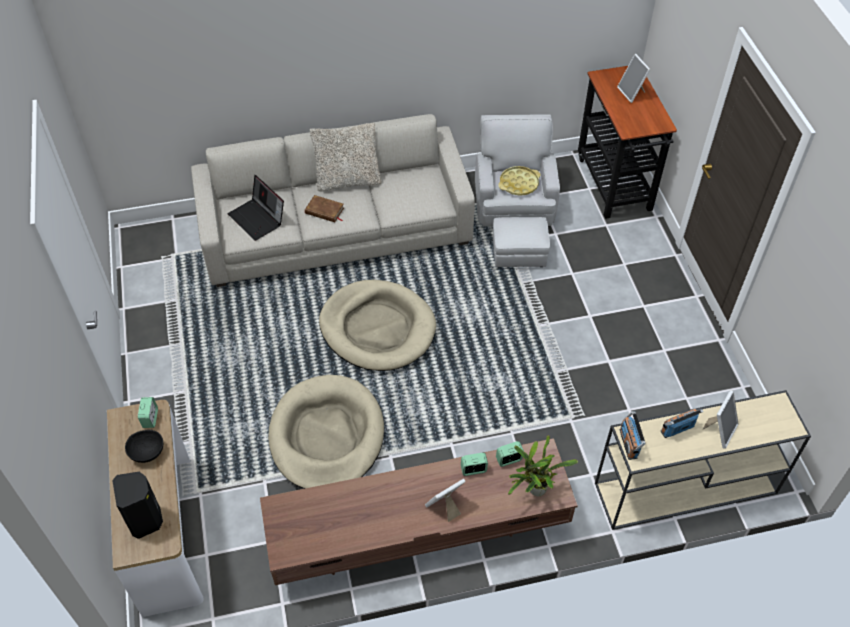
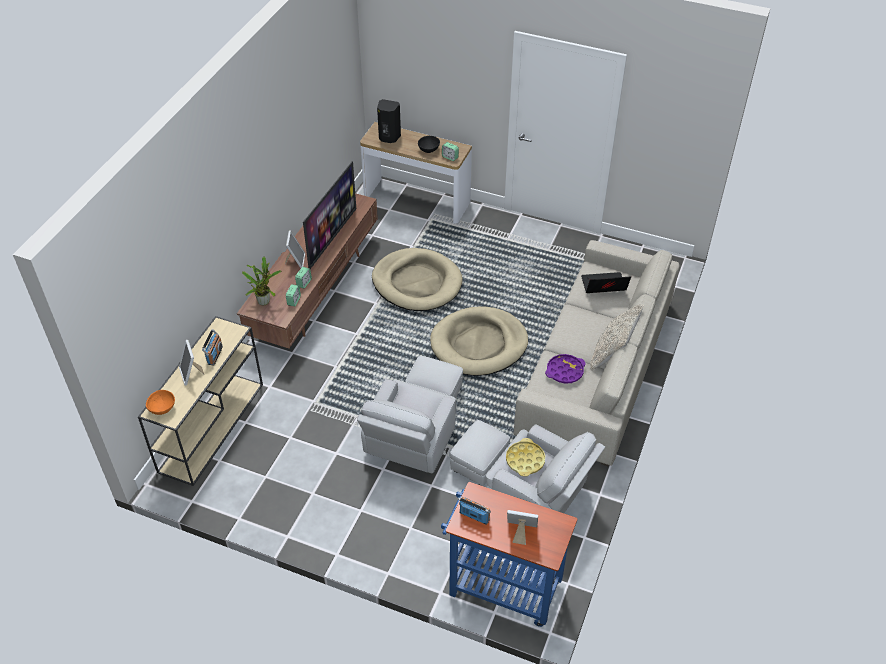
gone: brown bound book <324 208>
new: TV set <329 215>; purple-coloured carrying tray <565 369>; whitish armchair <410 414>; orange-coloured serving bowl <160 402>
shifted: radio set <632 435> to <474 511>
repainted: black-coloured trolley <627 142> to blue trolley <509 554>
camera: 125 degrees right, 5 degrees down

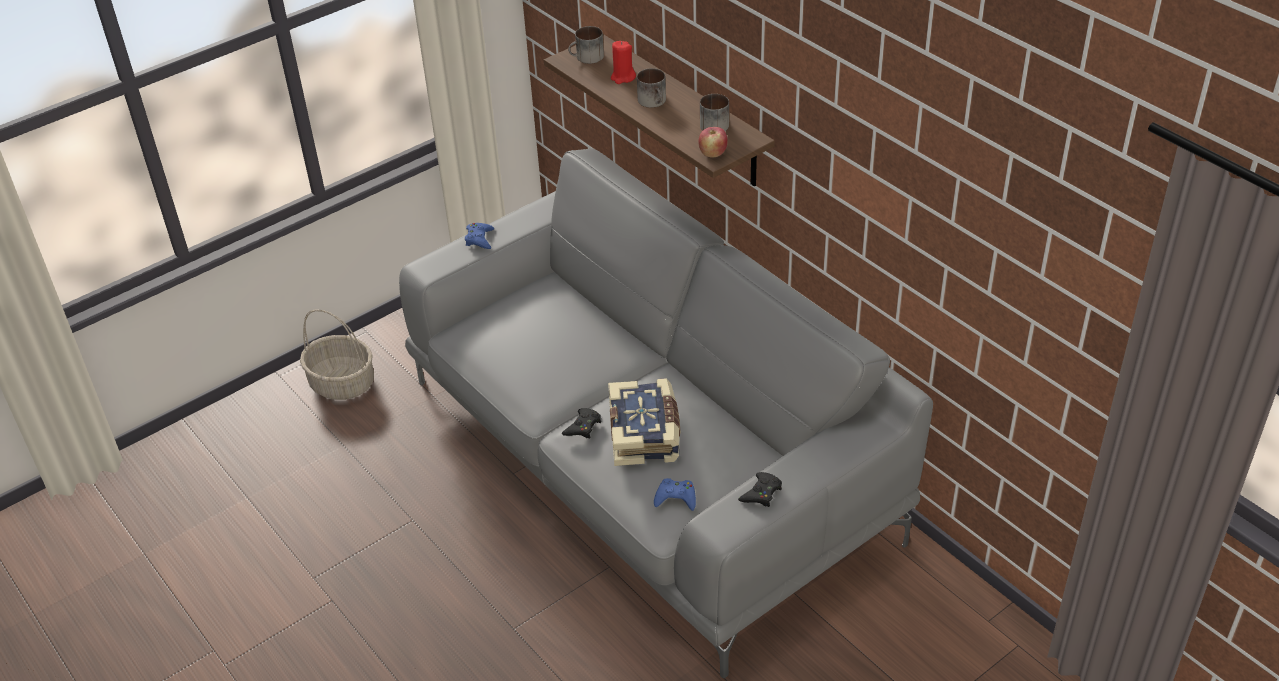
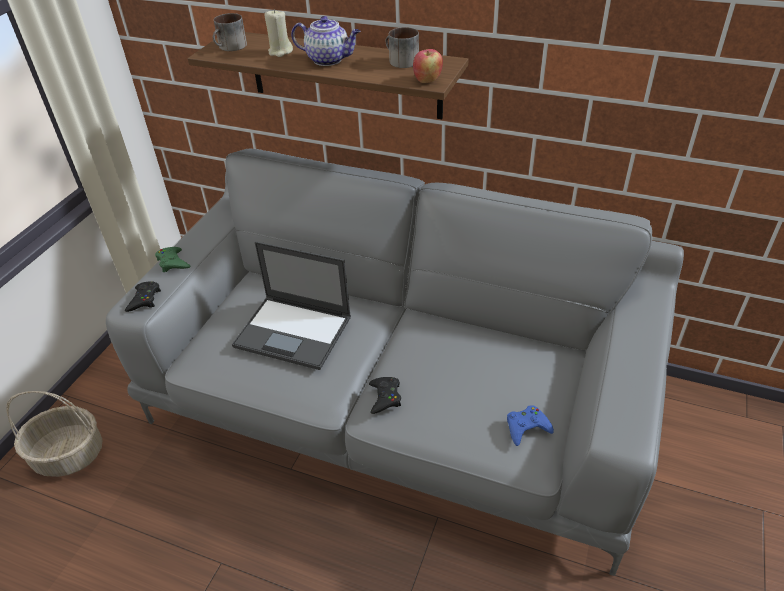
gone: bound book <644 422>
new: notebook computer <291 305>
shifted: black-coloured gamepad <760 489> to <143 297>
swapped: mug <651 88> to tea pot <325 41>
repainted: reddish wax candle <623 62> to sand-coloured wax candle <279 33>; blue gamepad <479 236> to greenish gamepad <173 259>
camera: 30 degrees left, 0 degrees up

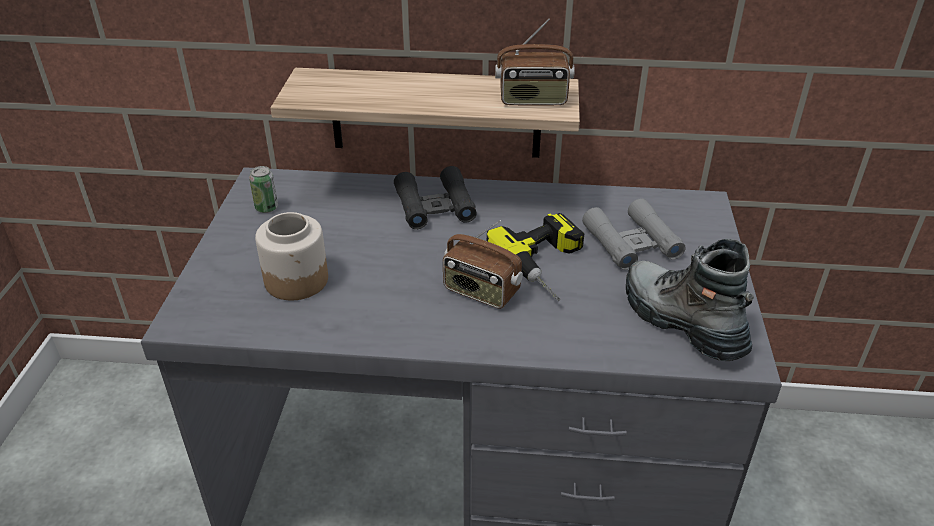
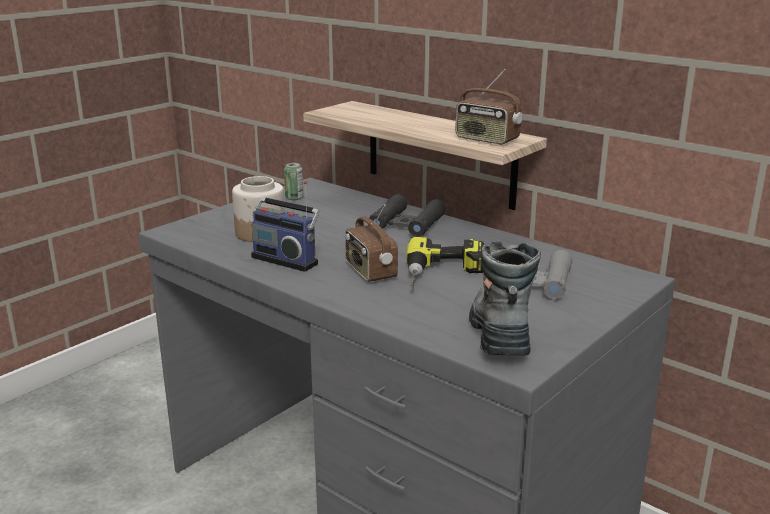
new: radio set <285 226>
camera: 35 degrees right, 15 degrees down

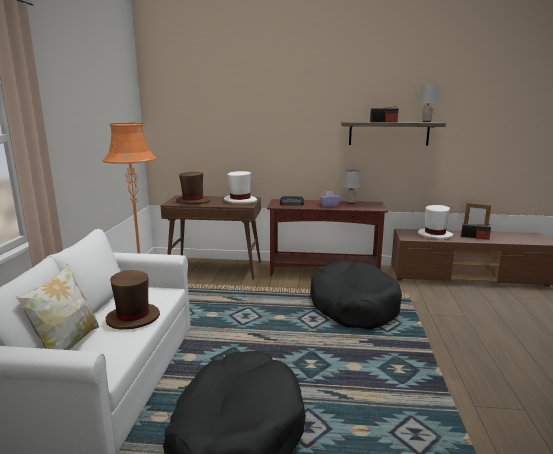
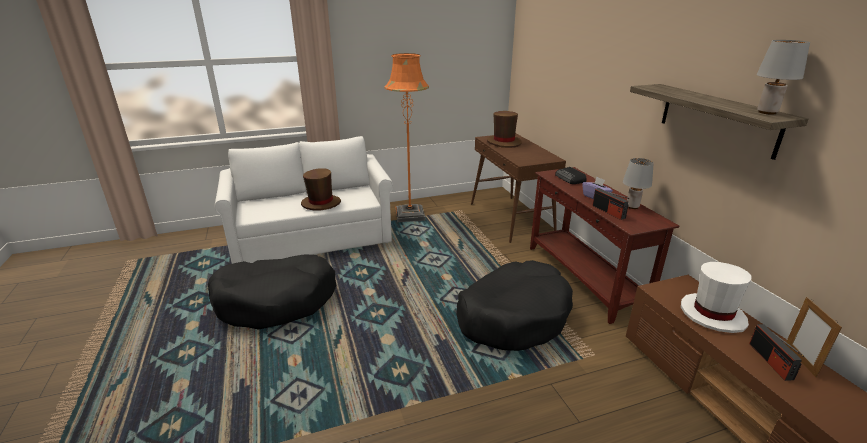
gone: whitish hat <240 187>; cushion <57 307>
shifted: radio set <384 114> to <610 204>
camera: 65 degrees right, 10 degrees up

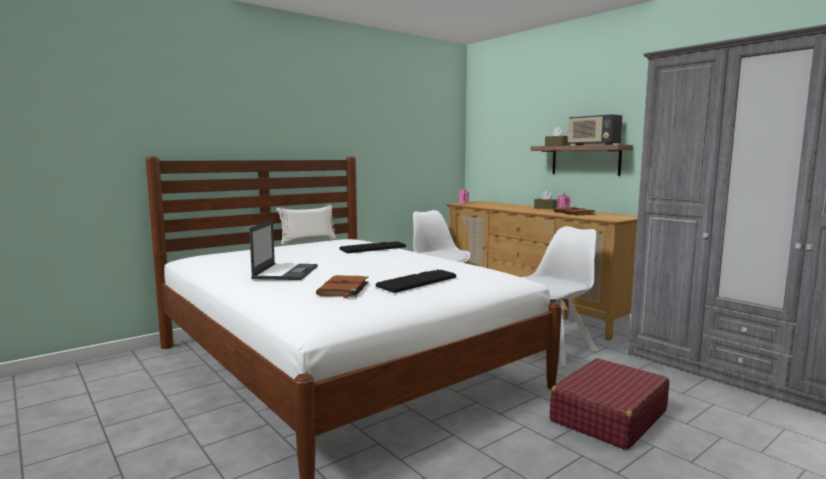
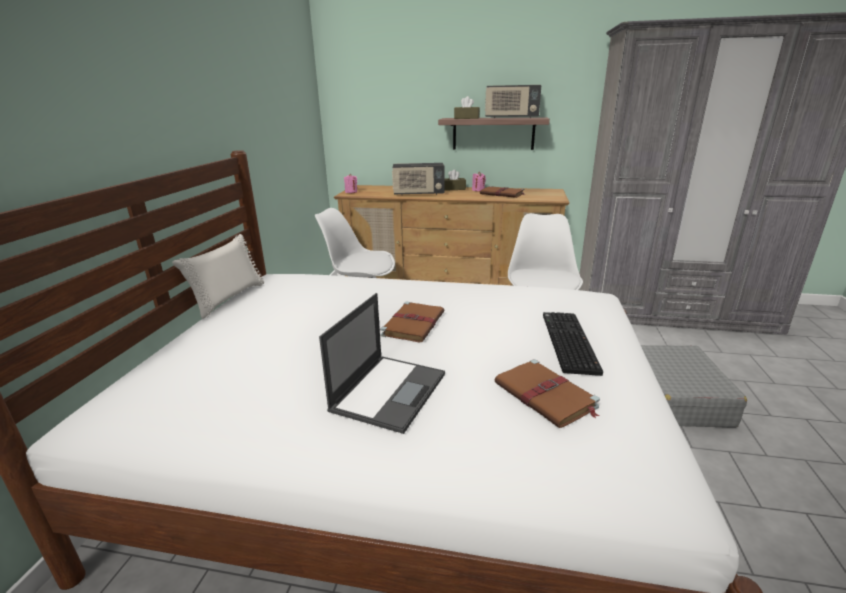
gone: computer keyboard <373 247>
new: radio set <418 179>; brown bound book <412 321>
repainted: reddish suitcase <609 404> to greyish suitcase <694 386>
rotated: notebook computer <283 250> = <382 363> 60 degrees clockwise
camera: 40 degrees left, 15 degrees up

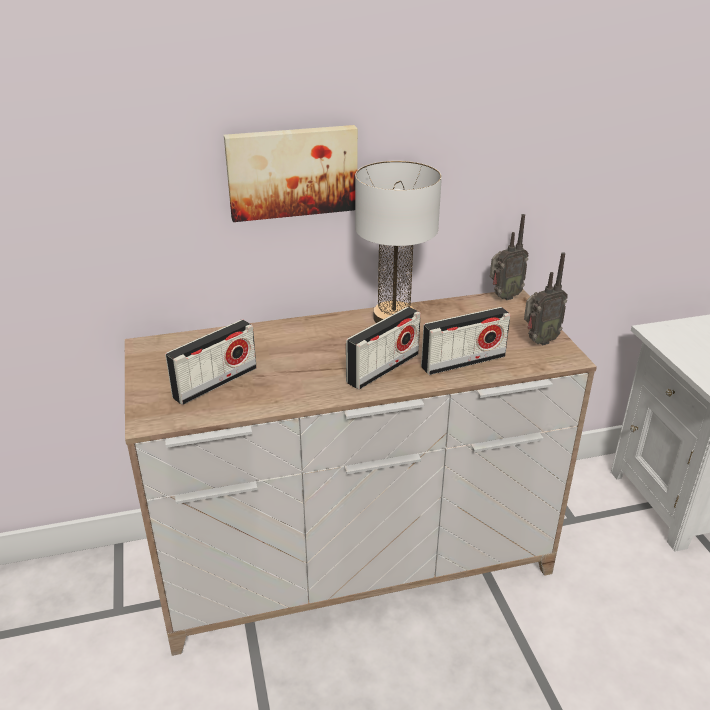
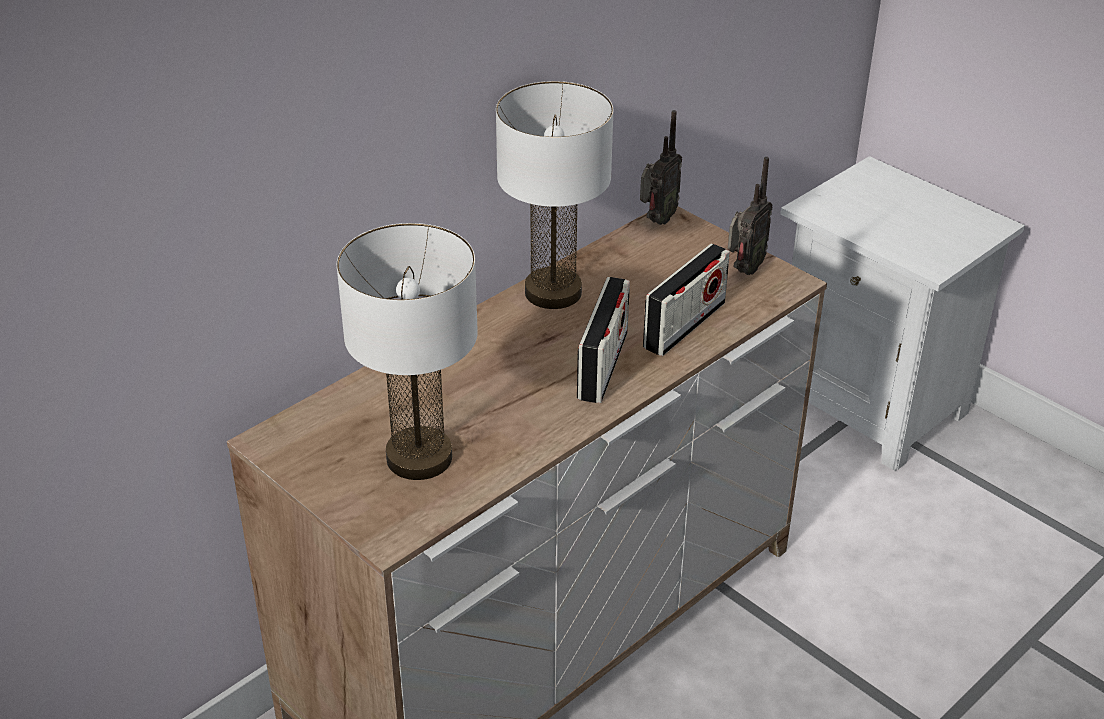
gone: wall picture <291 173>
swapped: radio set <211 362> to lamp for a table <407 351>
camera: 30 degrees left, 5 degrees up

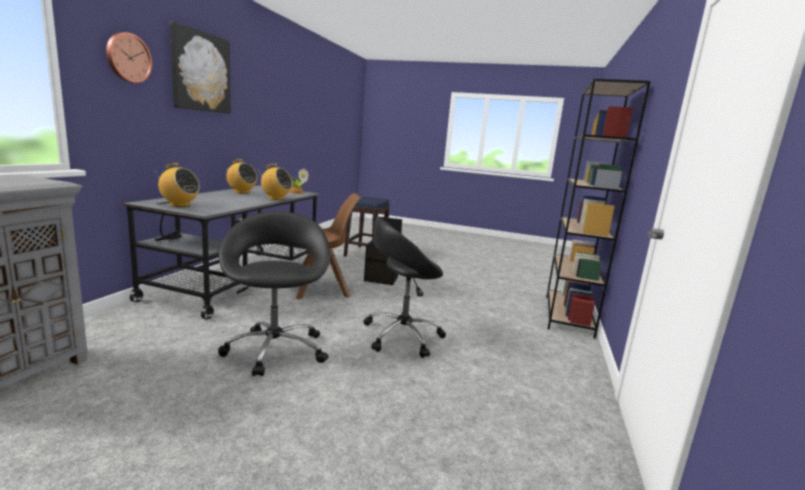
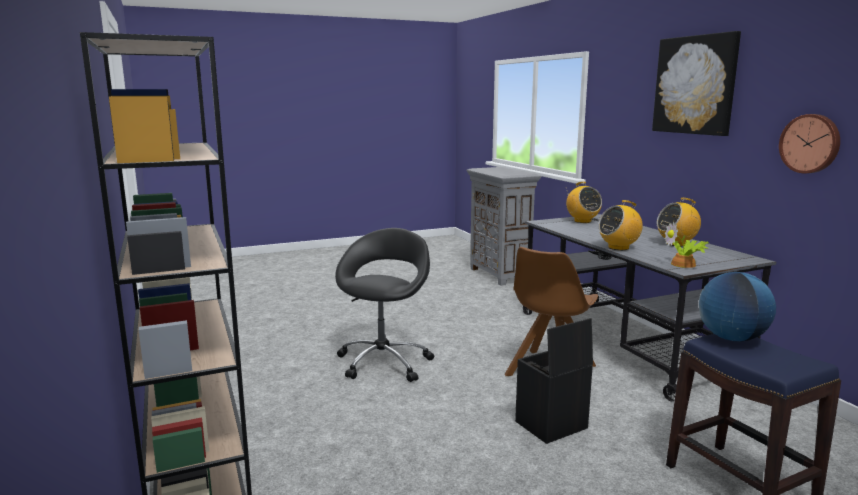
gone: black-coloured office chair <274 293>
new: globe <737 306>
shifted: hanging clock <129 57> to <809 143>
rotated: radio set <177 185> = <584 202> 90 degrees counterclockwise
camera: 140 degrees right, 0 degrees up

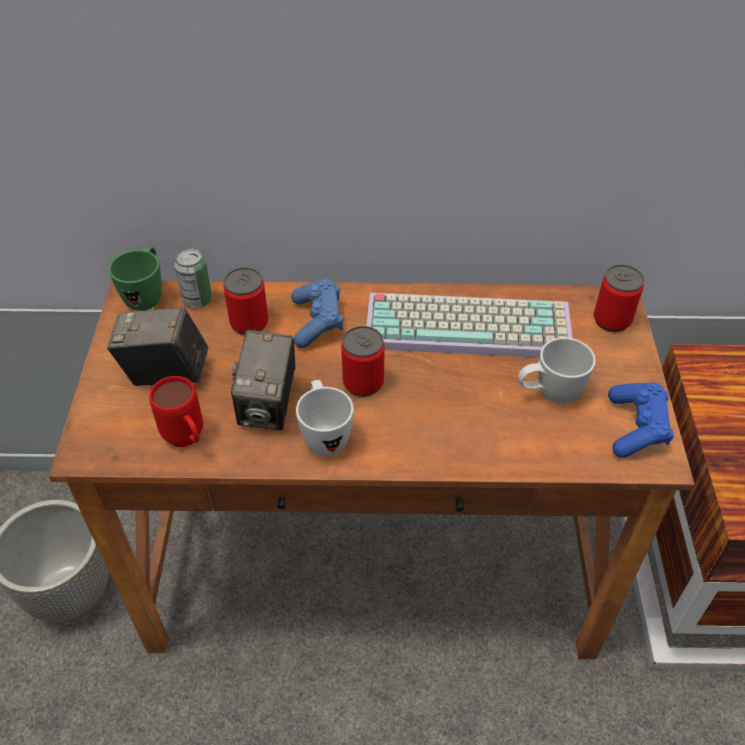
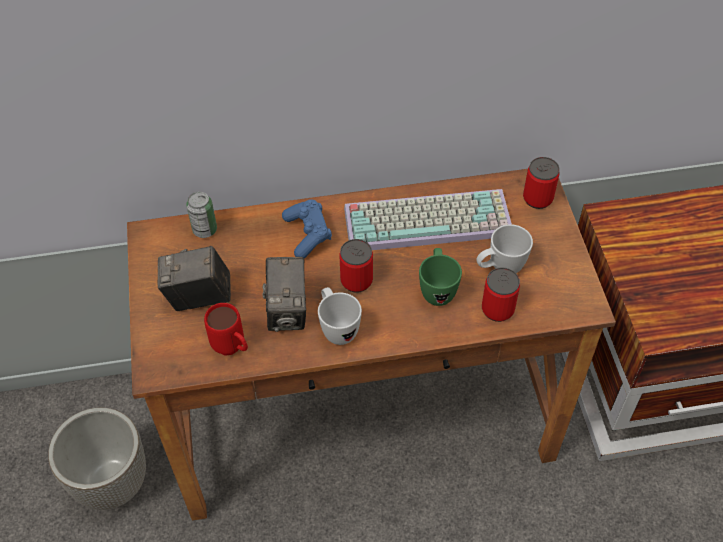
gone: blue gamepad <641 420>
shifted: greenish mug <135 278> to <440 277>; sealed can <245 301> to <501 295>
camera: 10 degrees left, 5 degrees up

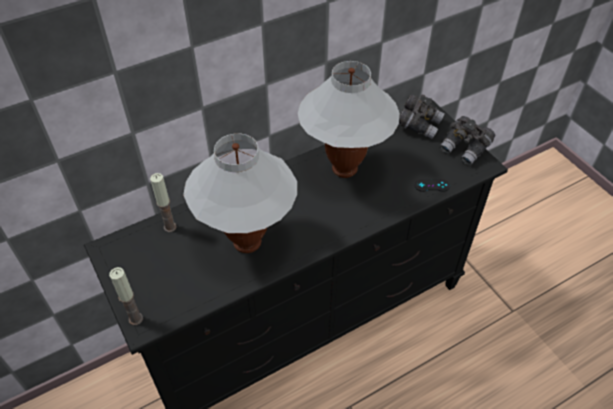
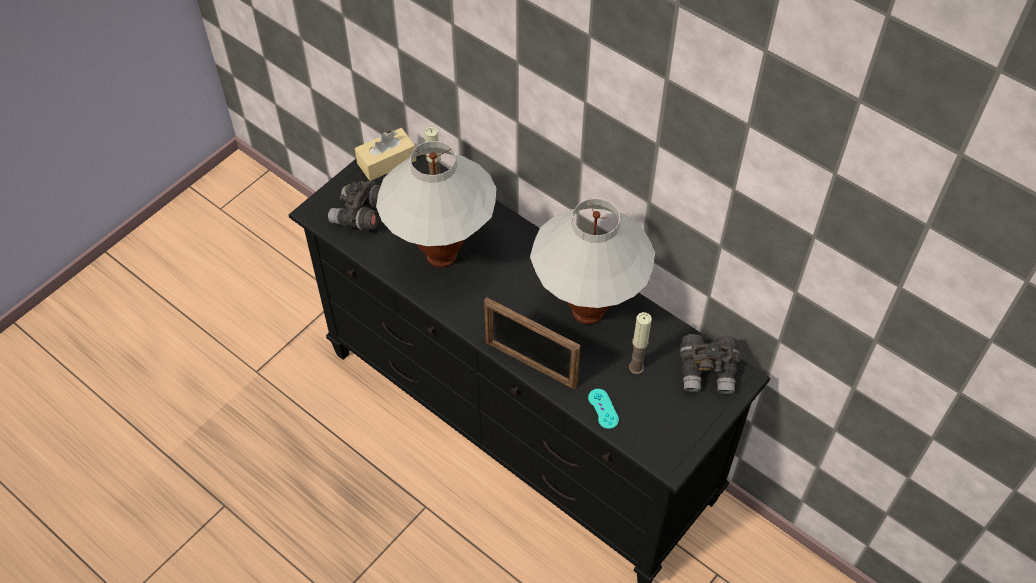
new: sand-coloured tissue box <385 154>; picture frame <532 343>
shifted: greyish binoculars <467 140> to <354 205>; wax candle <126 296> to <640 343>
repainted: black-coloured gamepad <432 185> to turquoise gamepad <603 409>
camera: 70 degrees right, 5 degrees up

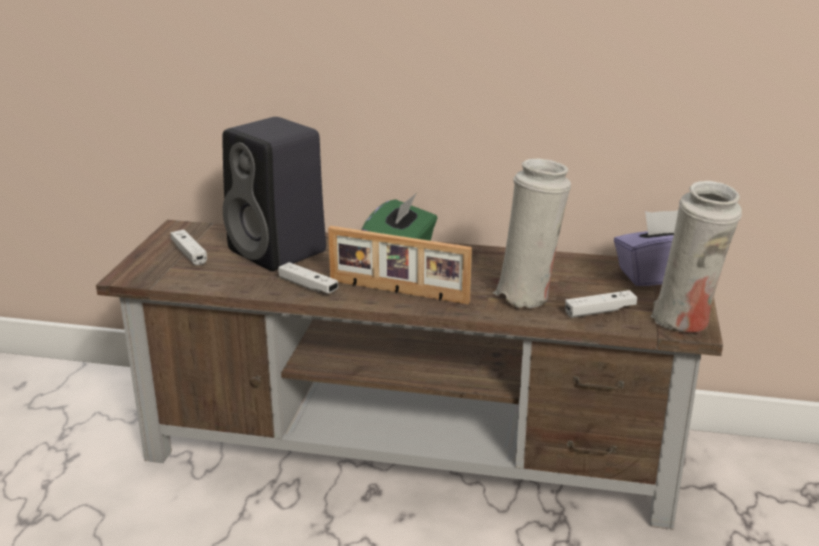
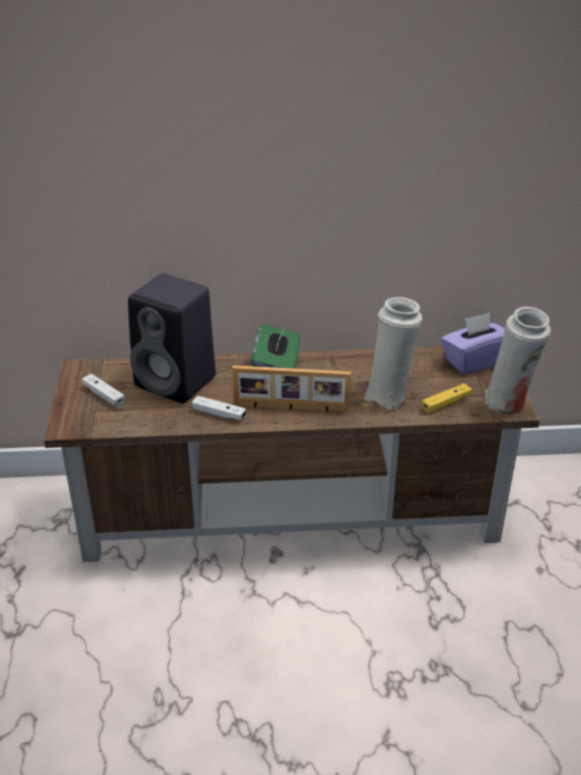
repainted: whitish gamepad <601 304> to yellow gamepad <447 398>
camera: 15 degrees left, 10 degrees up

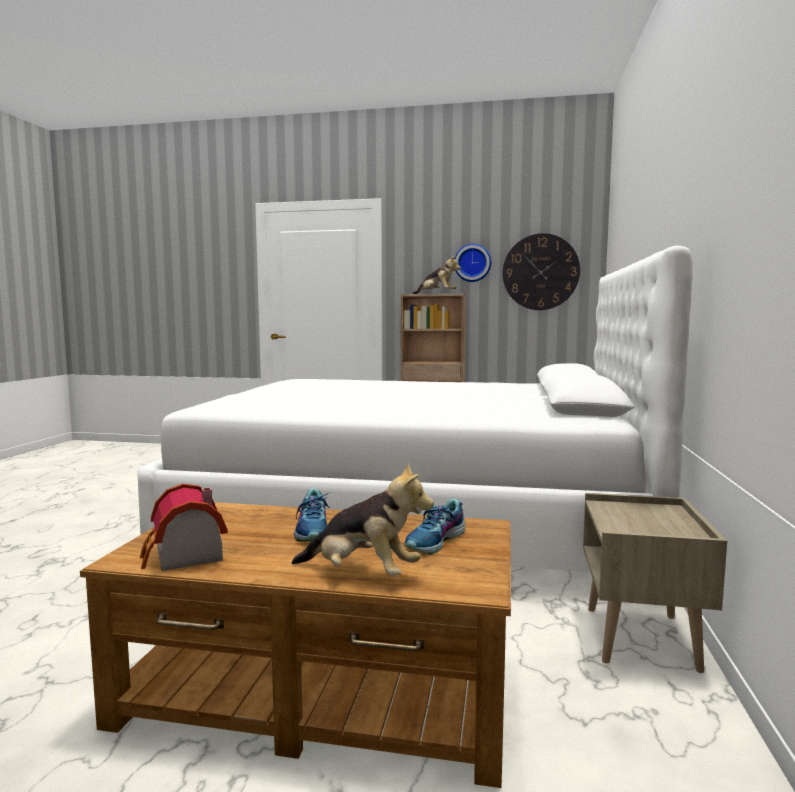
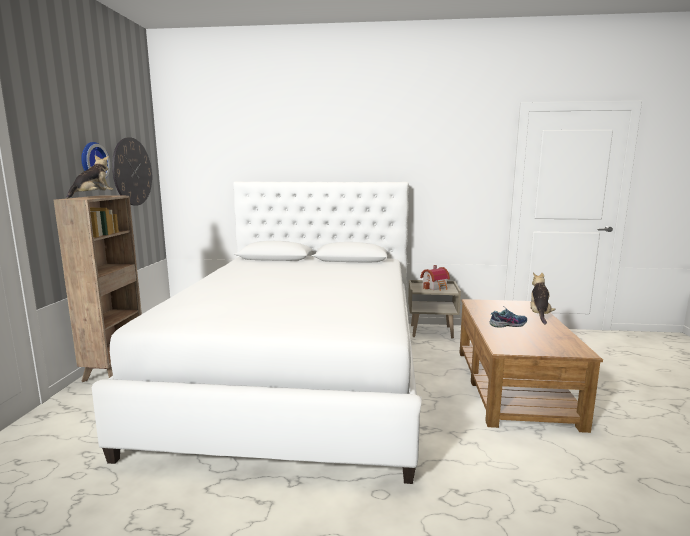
gone: low shoe <434 526>
shifted: toy house <184 527> to <435 278>
camera: 95 degrees left, 5 degrees up

